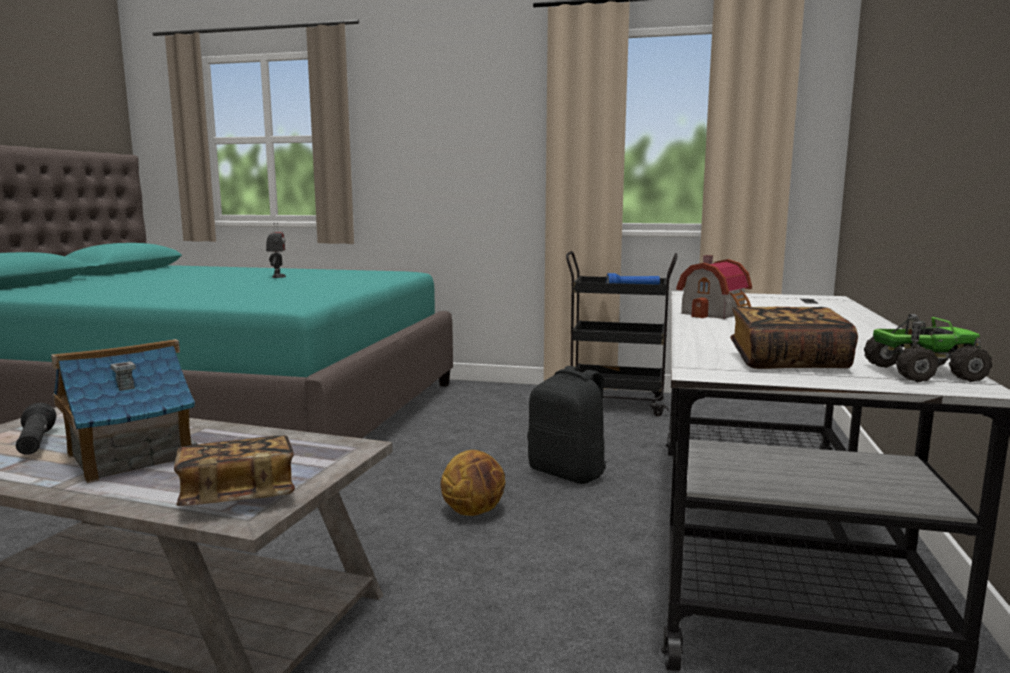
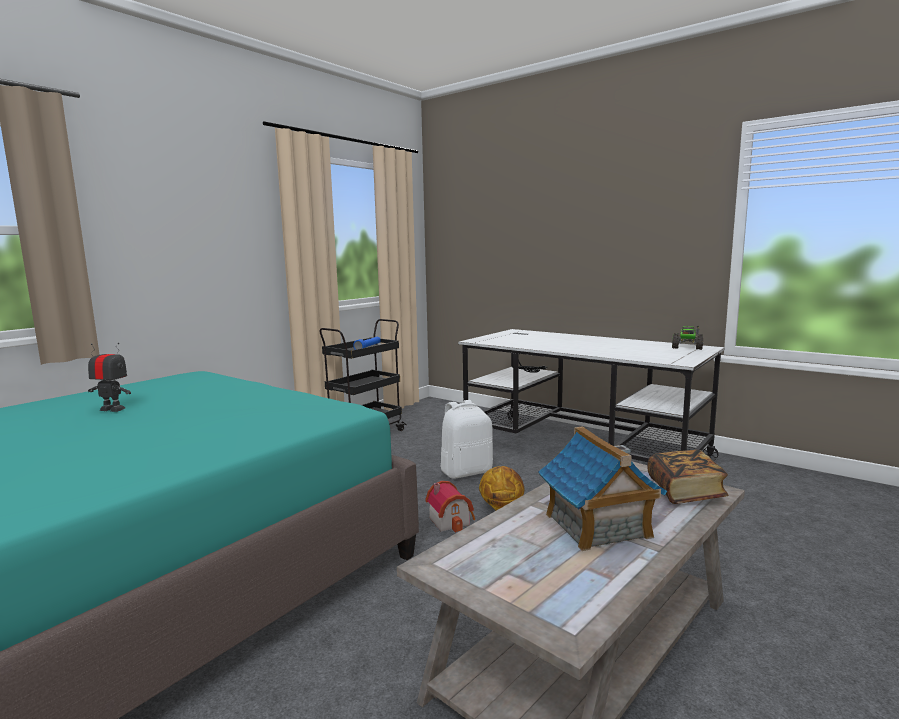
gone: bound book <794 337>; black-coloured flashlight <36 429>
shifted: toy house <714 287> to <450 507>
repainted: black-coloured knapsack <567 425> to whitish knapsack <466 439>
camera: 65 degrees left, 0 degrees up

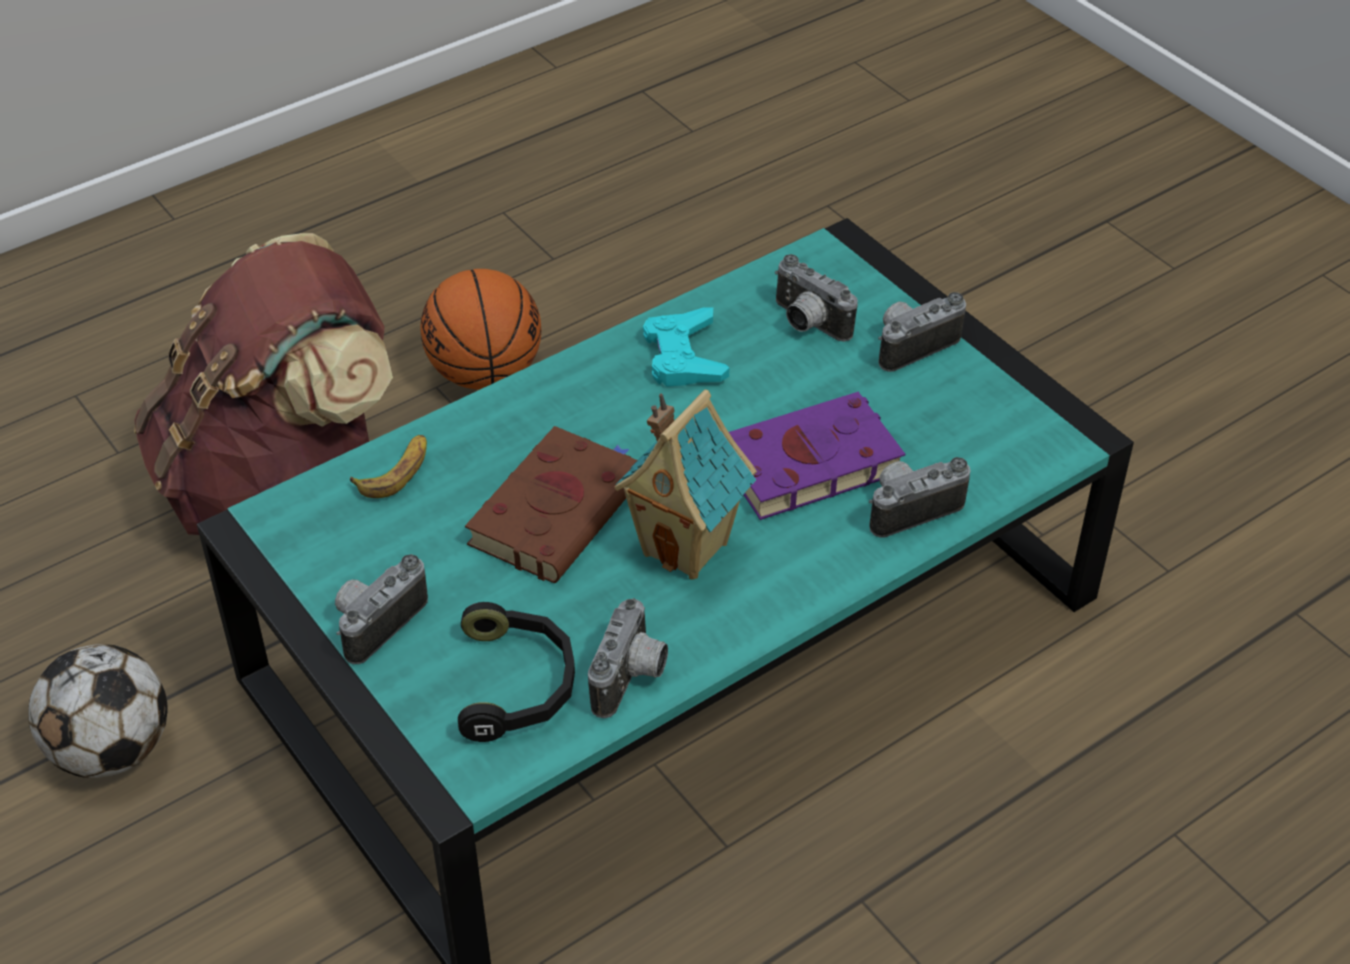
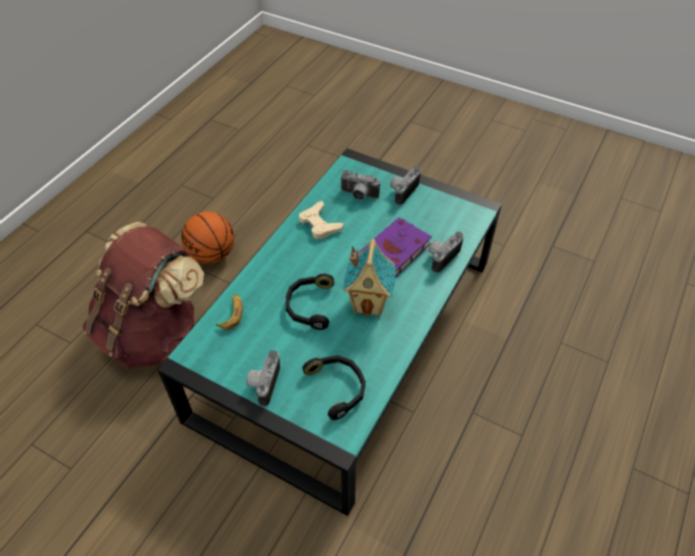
gone: photo camera <628 658>; football ball <98 711>
swapped: brown bound book <551 504> to black-coloured headphones <310 302>
repainted: turquoise gamepad <686 347> to sand-coloured gamepad <321 220>
camera: 25 degrees left, 5 degrees up

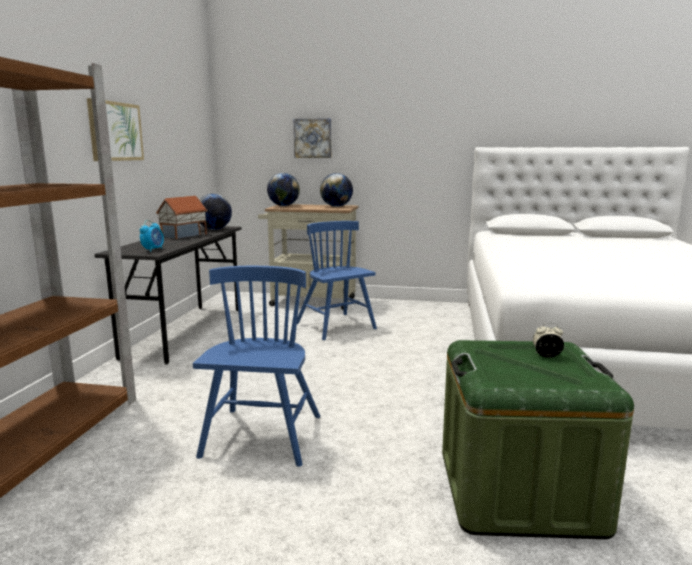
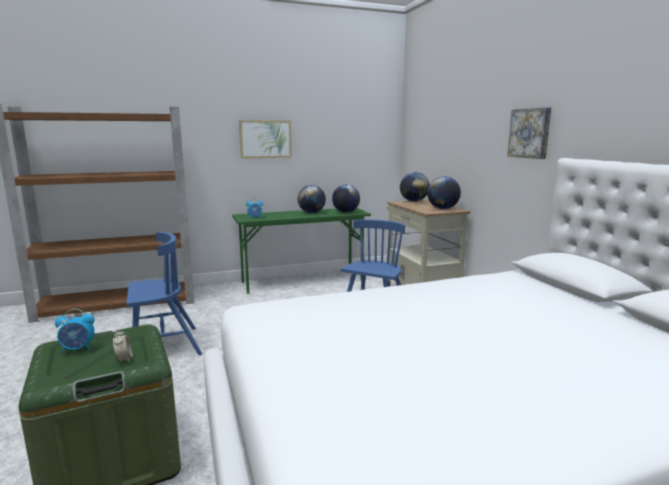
new: bedside clock <75 331>
shifted: wall picture <313 138> to <529 133>
swapped: toy house <182 217> to globe <312 199>
repainted: greyish desk <168 295> to greenish desk <301 251>
camera: 60 degrees right, 0 degrees up

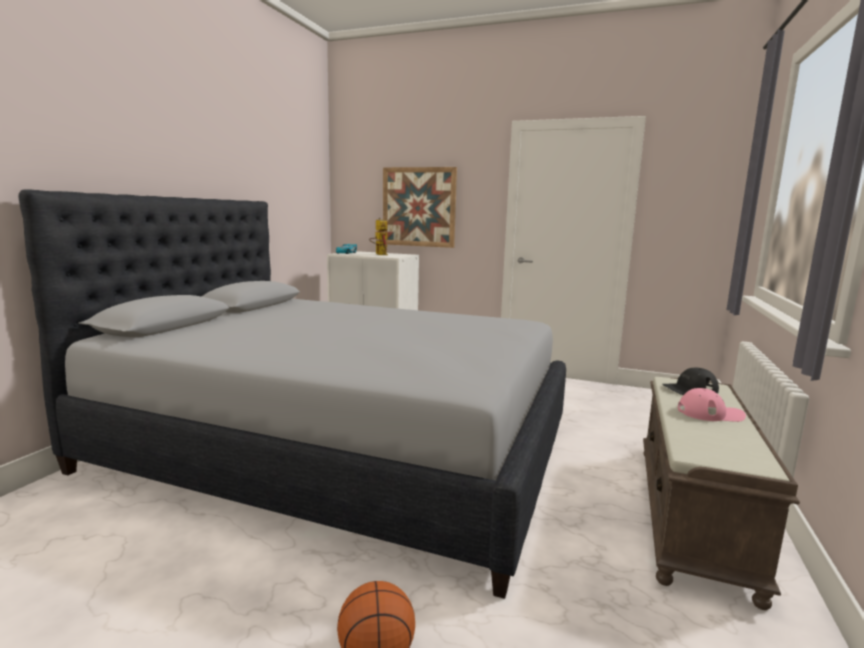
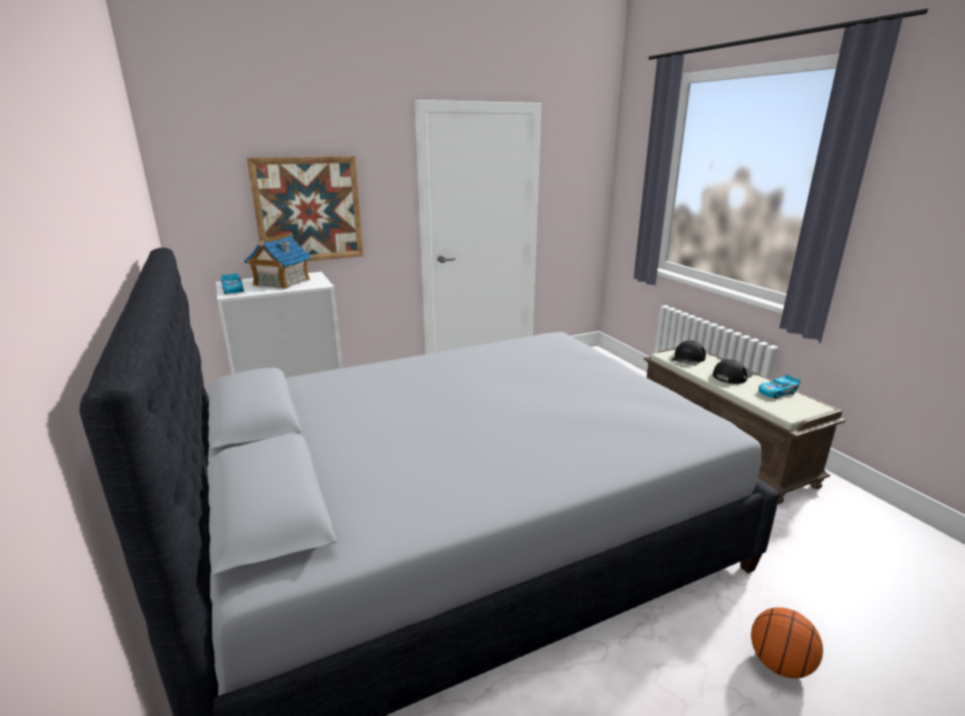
new: model car <779 387>
swapped: toy robot <378 236> to toy house <278 261>
repainted: pink cap <712 405> to black-coloured cap <733 371>
camera: 45 degrees left, 10 degrees up

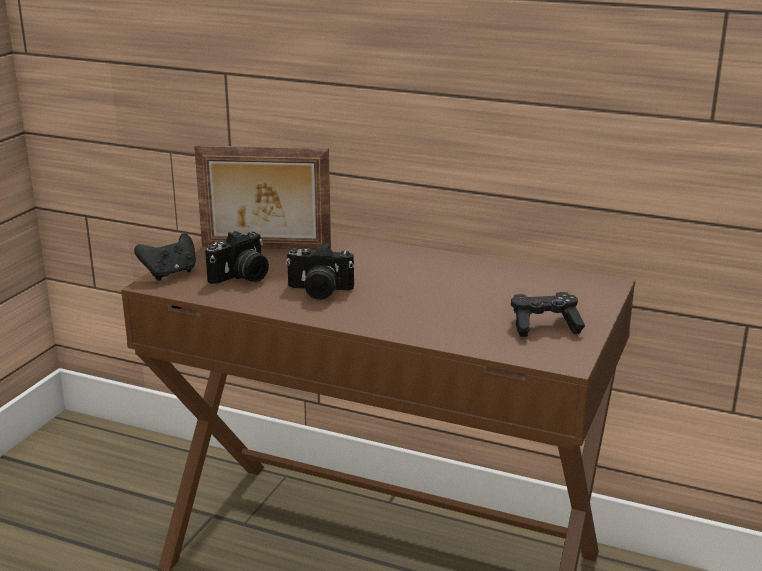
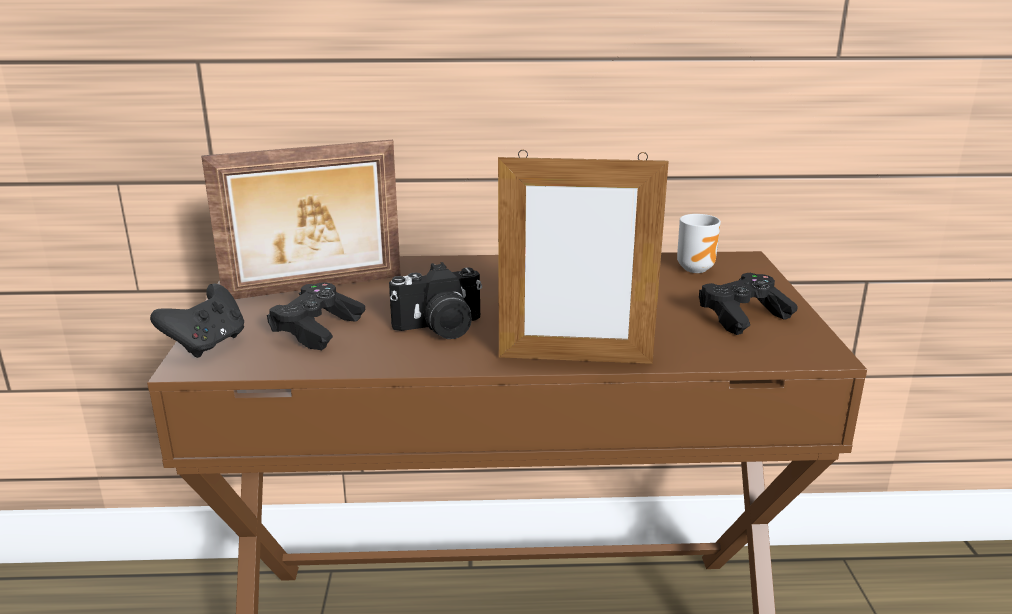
new: picture frame <583 257>; mug <699 243>
swapped: photo camera <237 257> to black-coloured gamepad <316 316>
camera: 25 degrees left, 0 degrees up

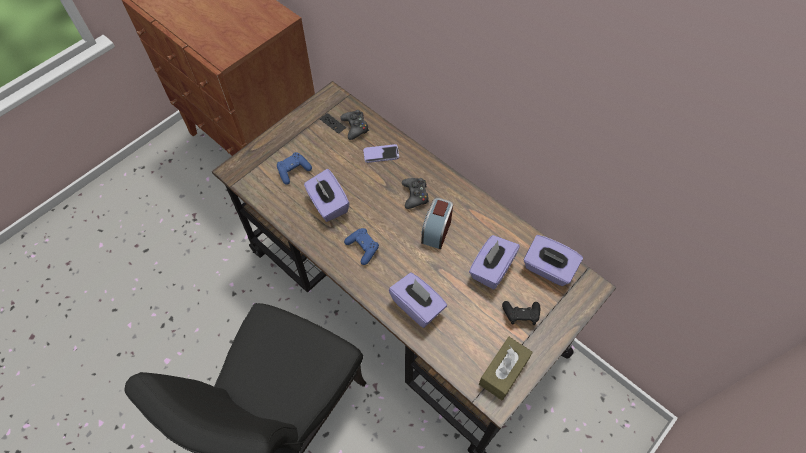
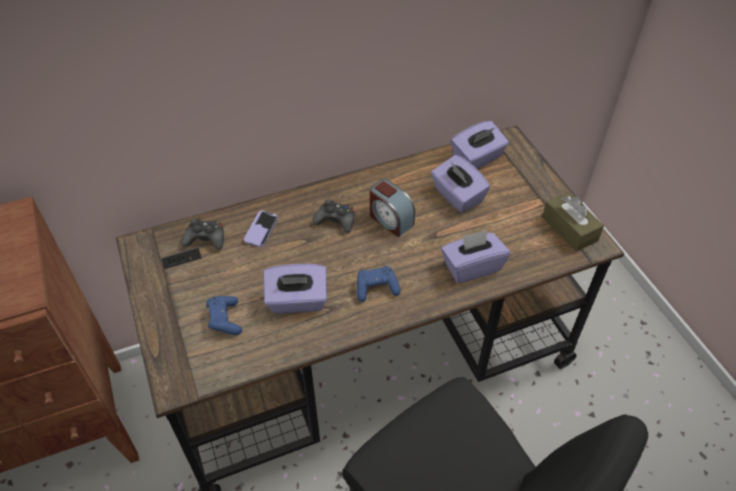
gone: black-coloured gamepad <521 313>
camera: 65 degrees left, 10 degrees down

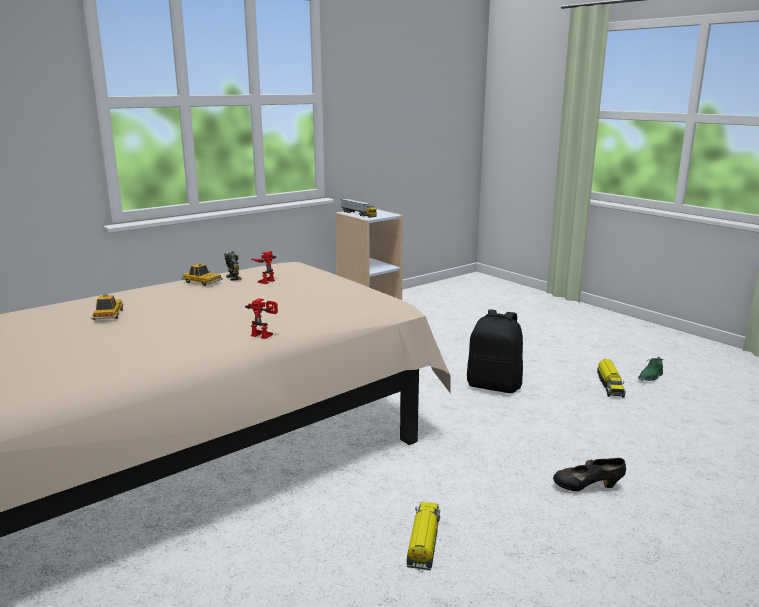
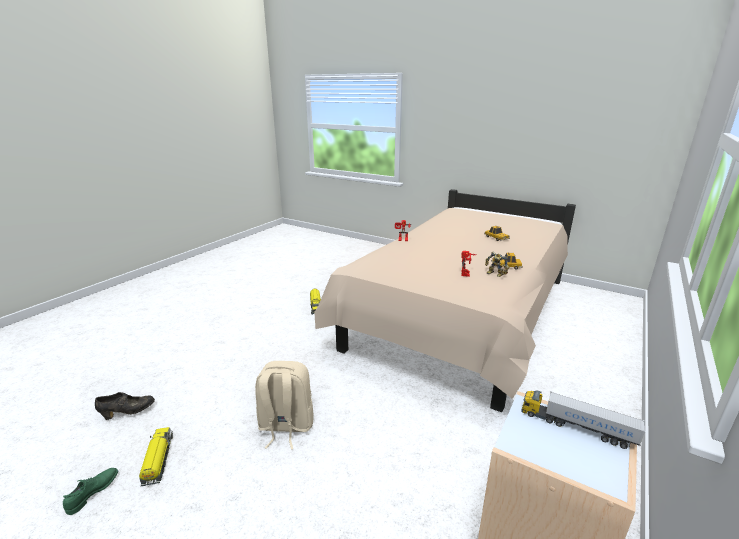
shifted: black-coloured low shoe <589 474> to <125 406>
repainted: black-coloured knapsack <495 351> to sand-coloured knapsack <284 405>
camera: 160 degrees right, 5 degrees up

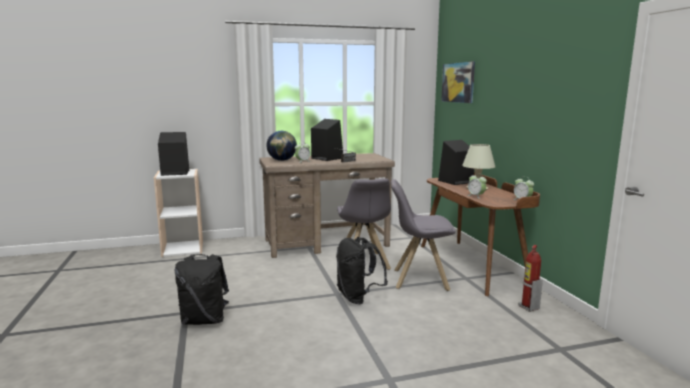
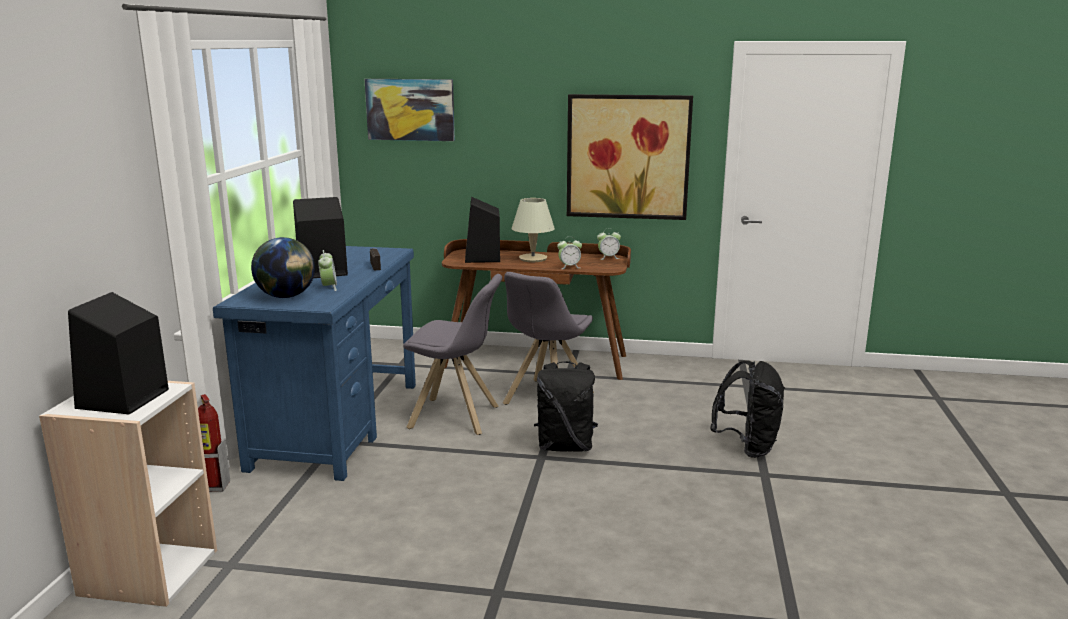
new: wall picture <630 157>
shifted: extinguisher <531 278> to <214 443>; black-coloured knapsack <202 289> to <747 409>
repainted: brown desk <327 205> to blue desk <314 363>
camera: 65 degrees left, 5 degrees up

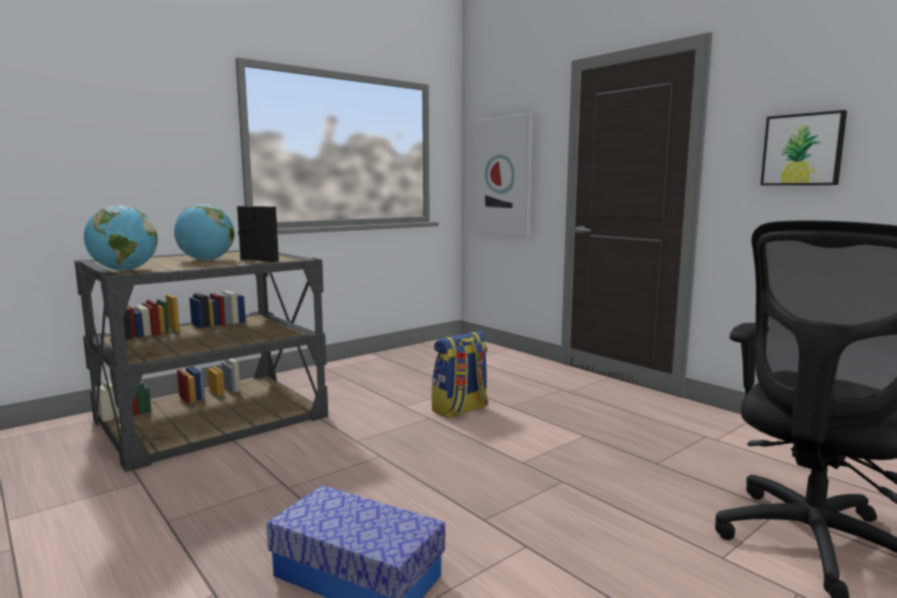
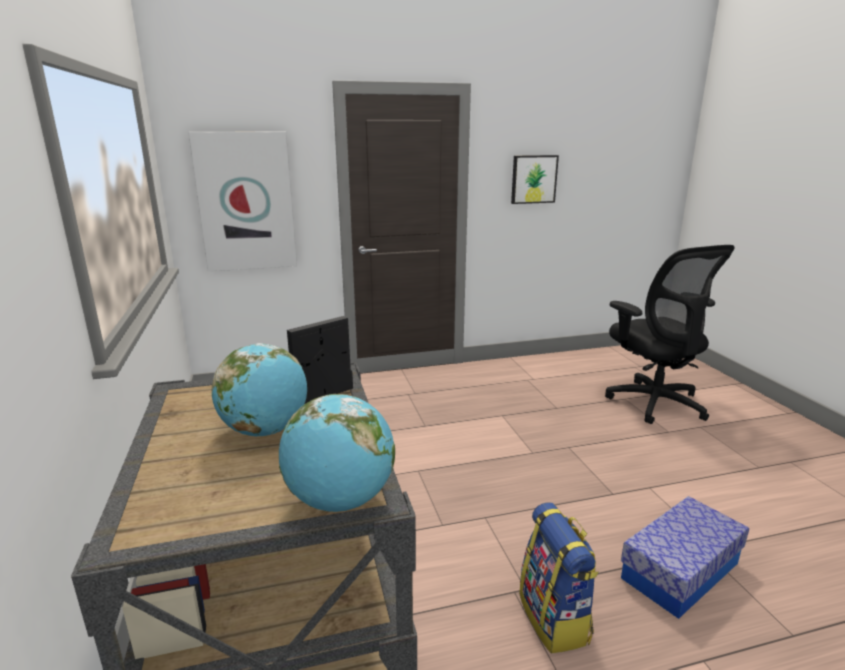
shifted: knapsack <460 374> to <559 578>
camera: 65 degrees left, 10 degrees up

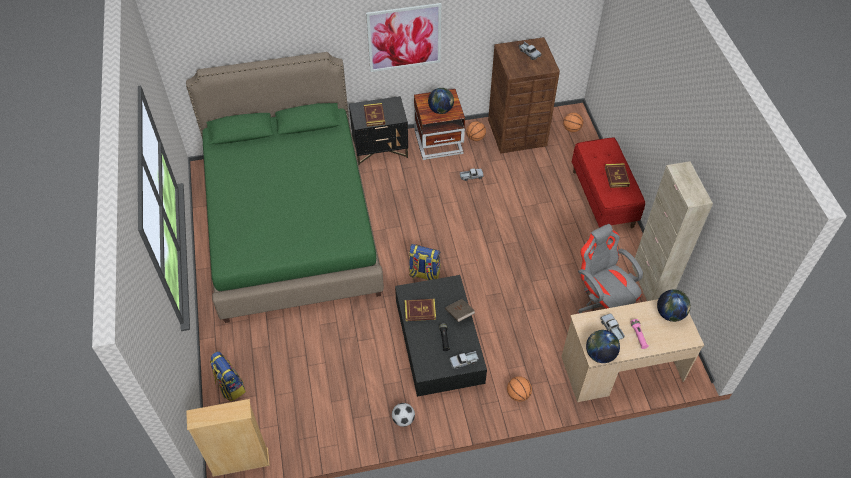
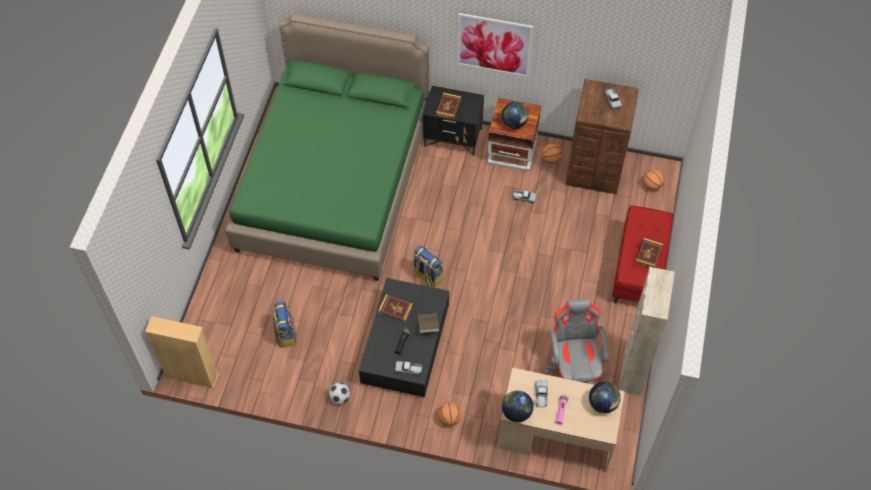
shifted: knapsack <228 376> to <285 324>
camera: 25 degrees right, 5 degrees up

